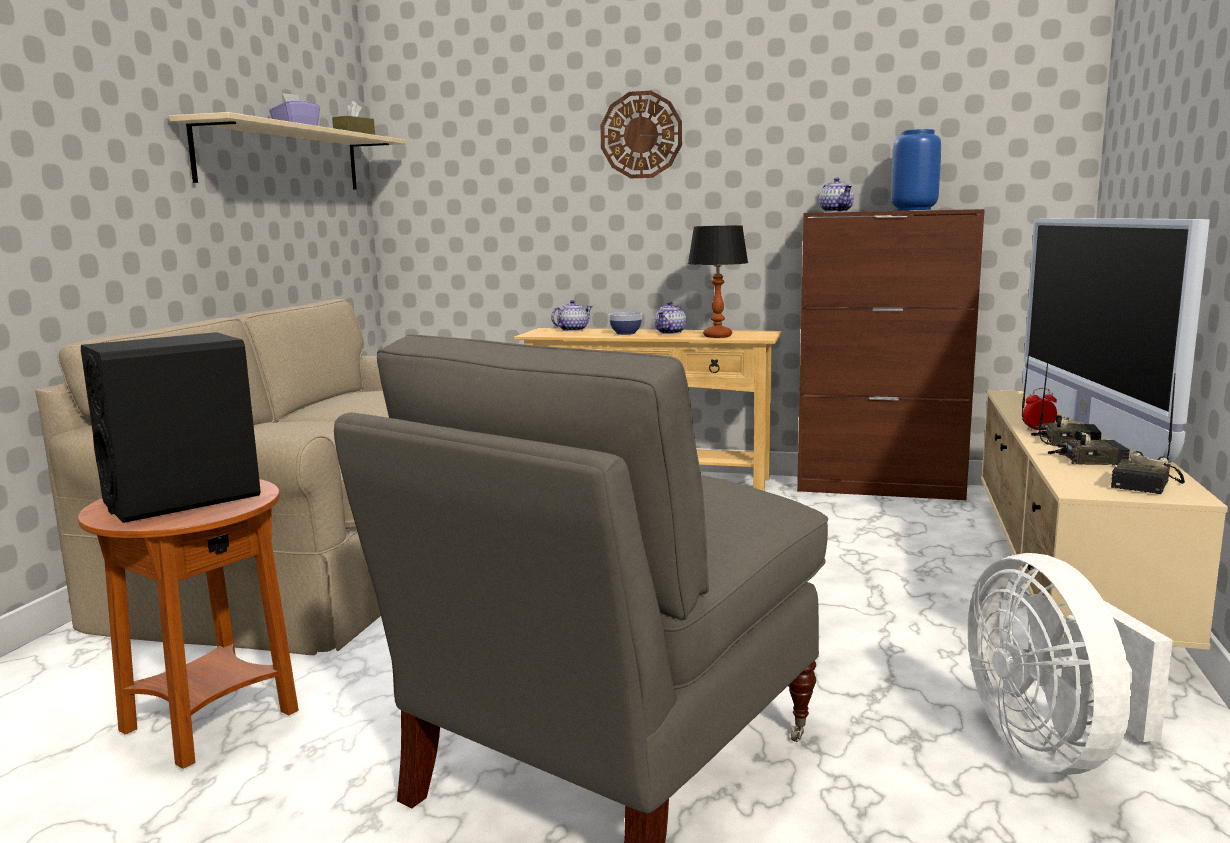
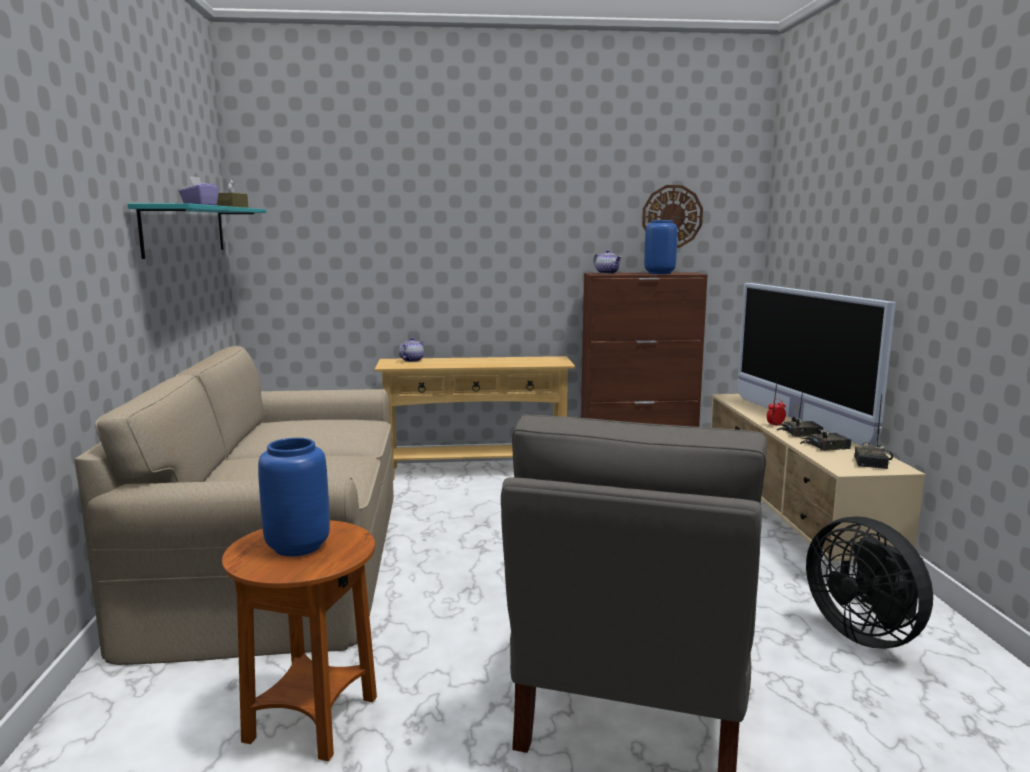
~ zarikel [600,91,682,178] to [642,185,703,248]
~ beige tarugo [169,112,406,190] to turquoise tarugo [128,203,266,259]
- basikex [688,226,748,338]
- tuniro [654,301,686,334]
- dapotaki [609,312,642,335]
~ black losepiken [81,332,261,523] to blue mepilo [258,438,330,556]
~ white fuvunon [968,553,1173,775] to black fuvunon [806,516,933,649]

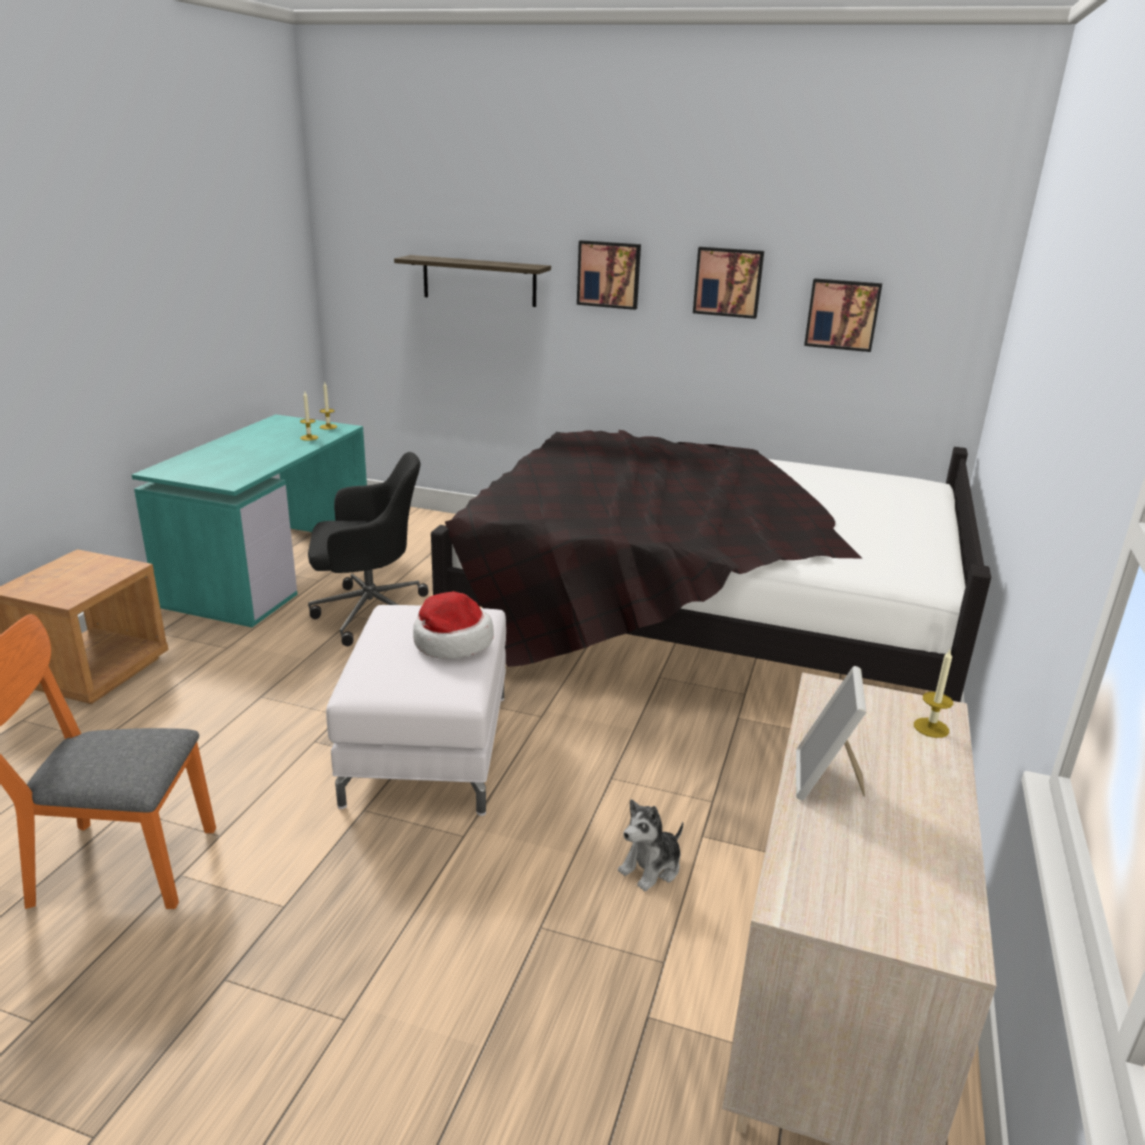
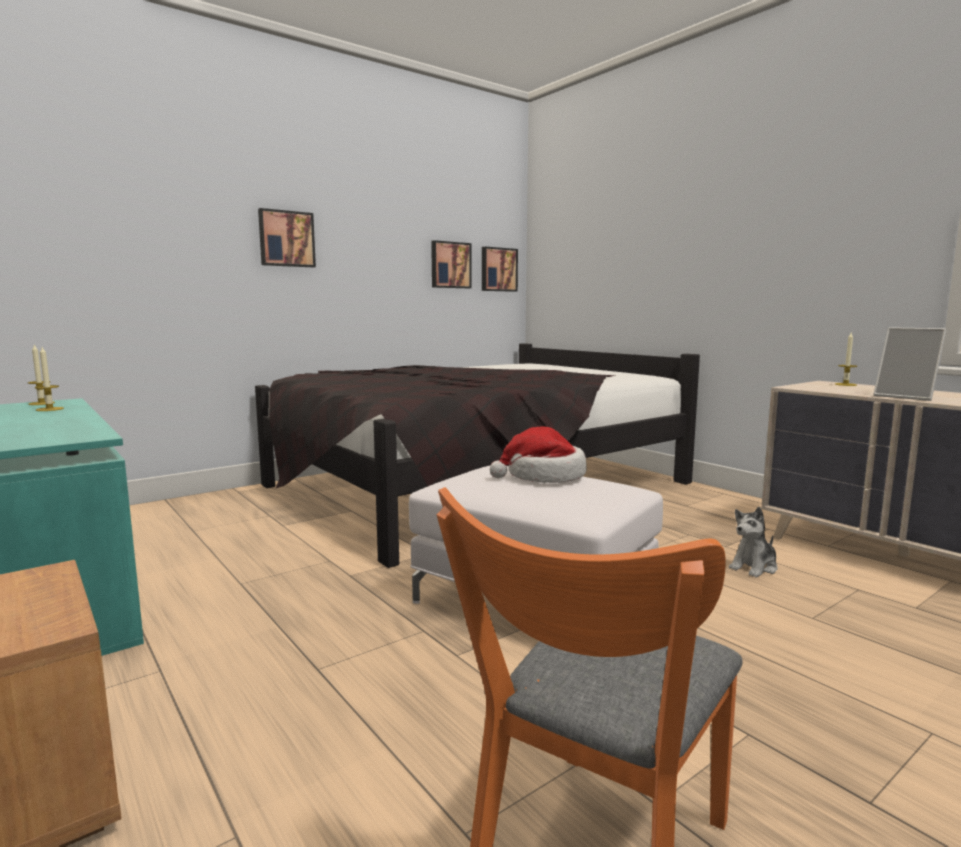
~ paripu [693,247,764,319] to [482,247,518,292]
- tarugo [394,255,551,307]
- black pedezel [308,452,428,646]
~ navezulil [618,799,683,891] = [729,507,778,577] 60 degrees clockwise

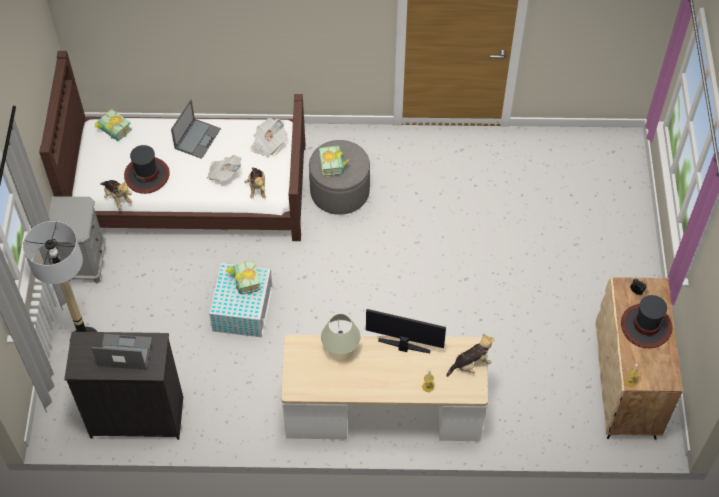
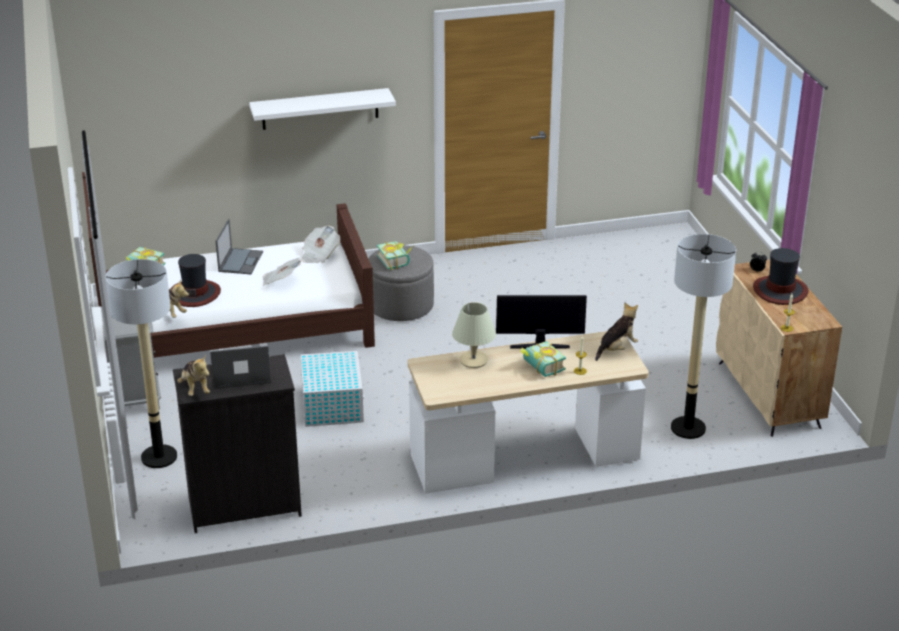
~ navezulil [245,168,266,198] to [177,355,210,396]
~ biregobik [226,260,261,294] to [520,341,566,377]
+ white tarugo [249,88,396,130]
+ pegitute [671,234,736,439]

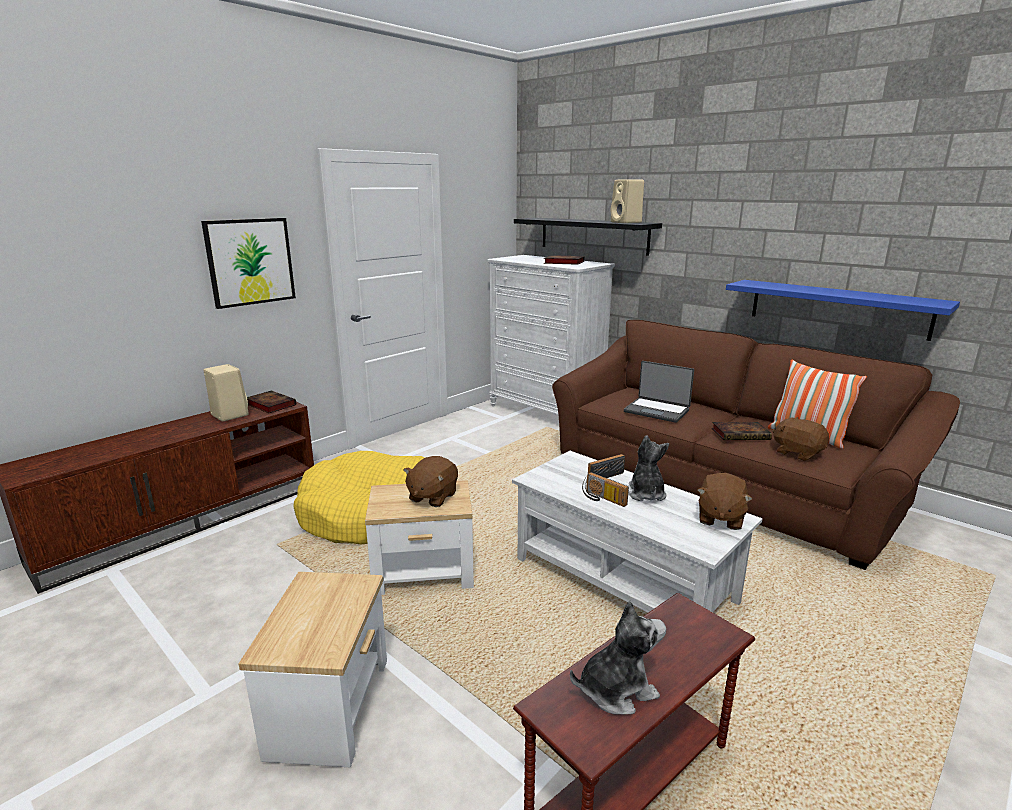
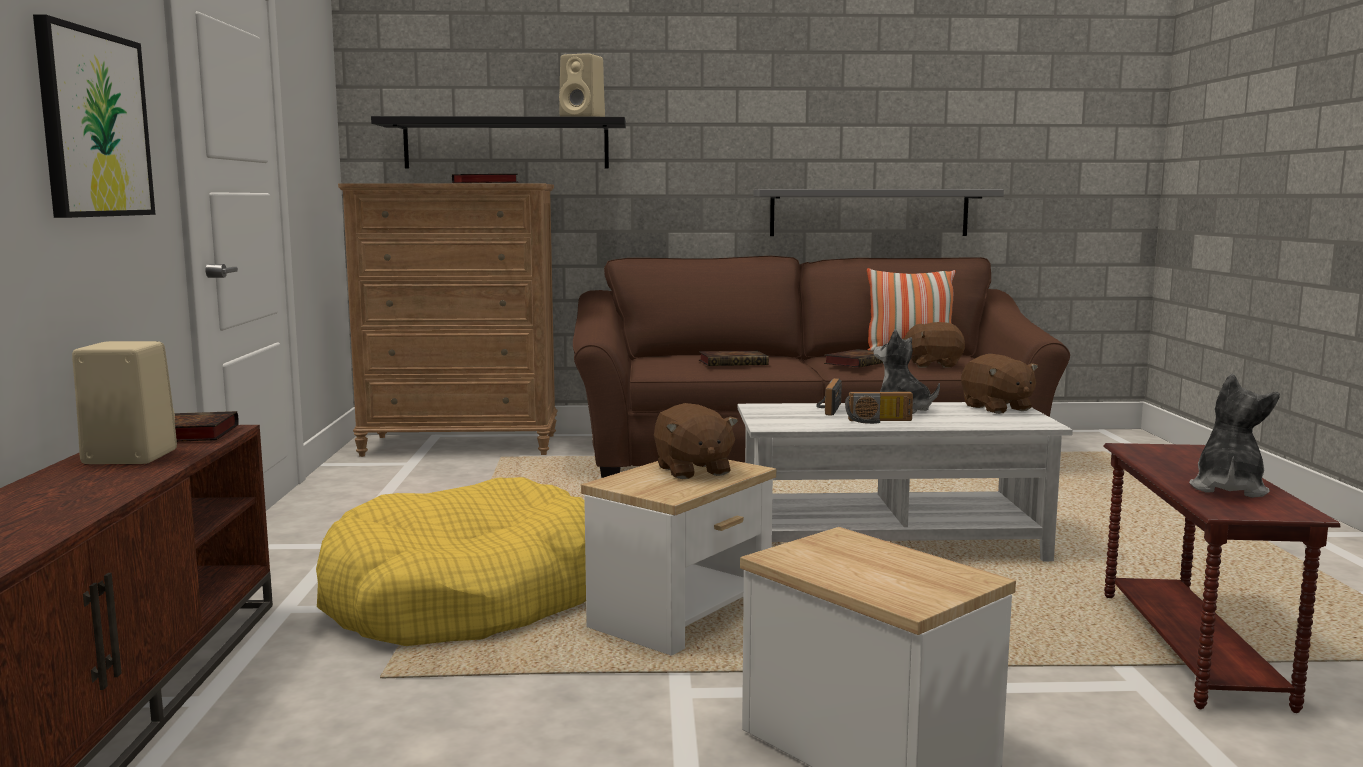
~ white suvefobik [487,255,615,415] to brown suvefobik [338,183,557,457]
~ blue tarugo [726,280,960,341] to grey tarugo [753,189,1004,236]
~ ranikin [624,361,694,423] to biregobik [699,351,769,366]

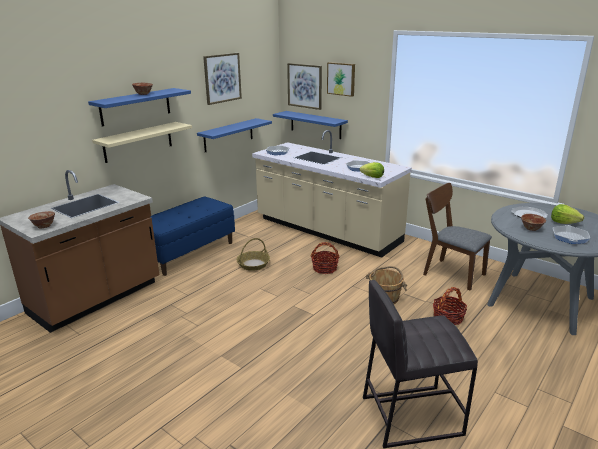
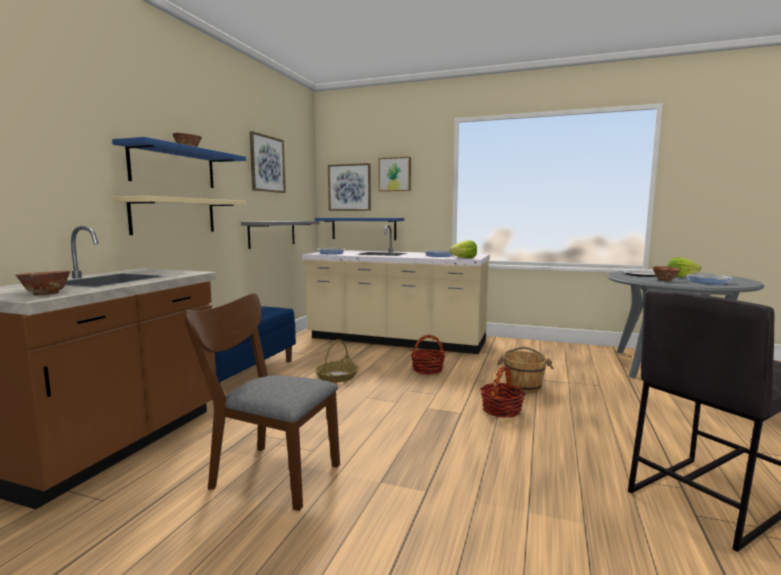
~ blue tarugo [197,118,272,152] to grey tarugo [241,221,320,249]
~ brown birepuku [423,183,492,290] to [184,293,340,511]
~ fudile [433,287,467,325] to [480,366,525,418]

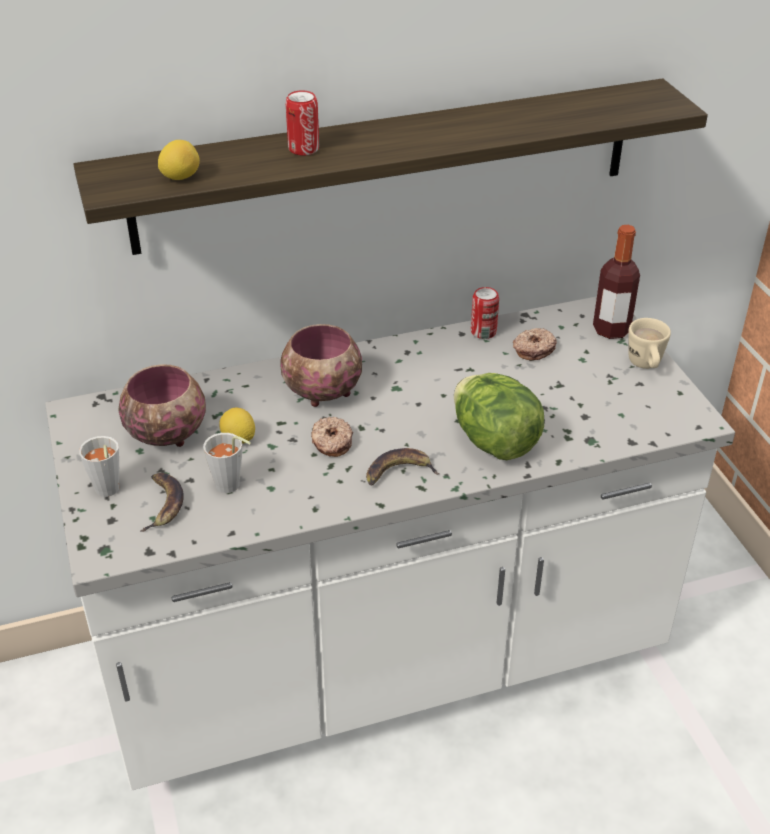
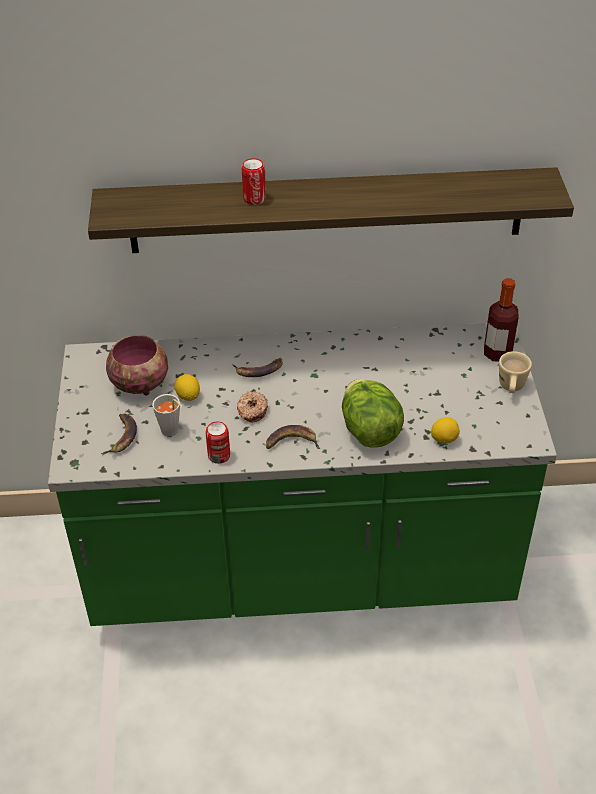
~ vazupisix [158,140,200,180] to [431,417,460,443]
~ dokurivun [471,287,499,339] to [206,421,230,464]
~ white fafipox [45,296,735,790] to green fafipox [48,323,557,626]
~ dapotaki [281,324,362,407] to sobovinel [232,358,283,377]
- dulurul [513,328,557,361]
- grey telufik [79,436,119,497]

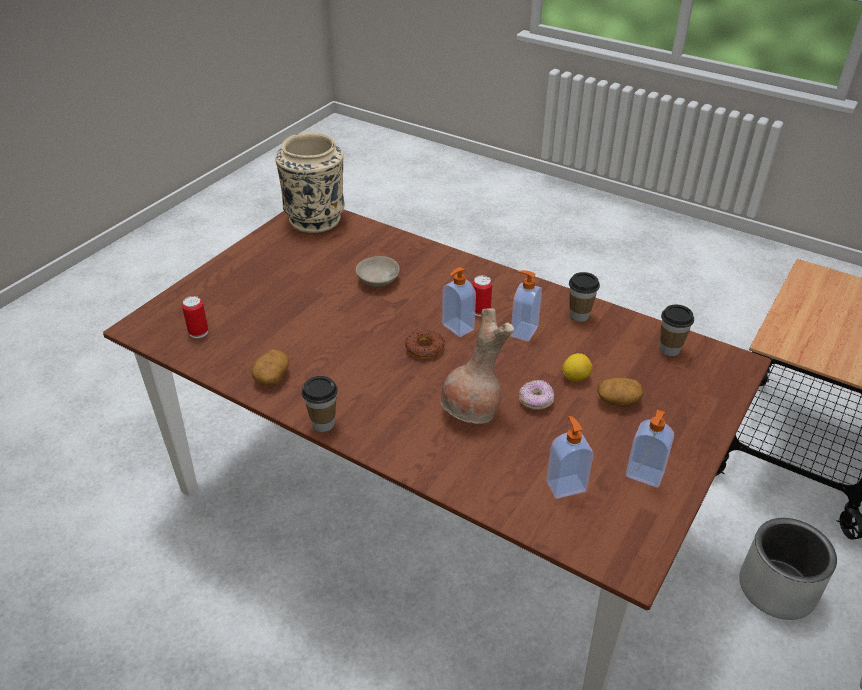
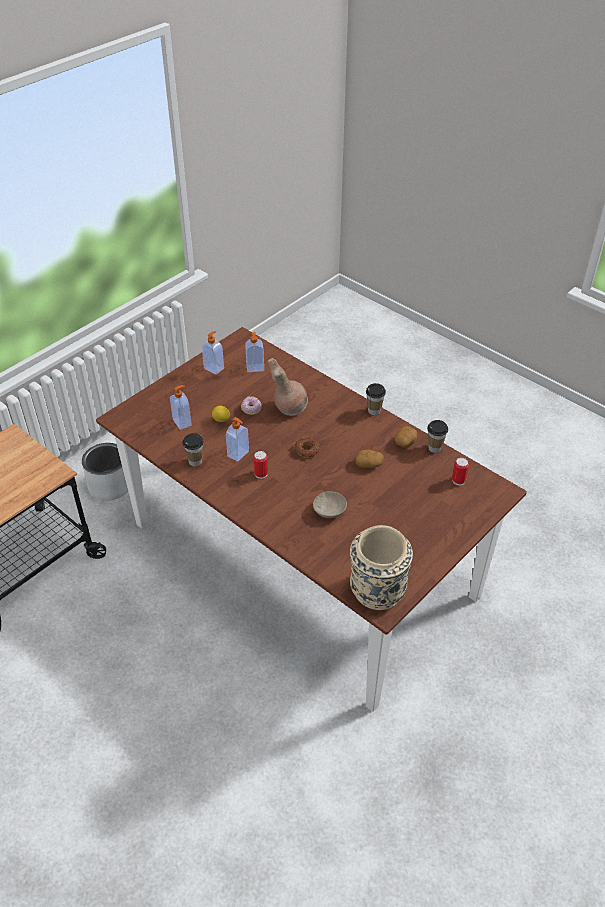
~ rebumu [442,267,476,337] to [170,385,192,430]
~ telufik [660,305,694,356] to [427,420,448,453]
~ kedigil [597,378,643,407] to [355,450,384,468]

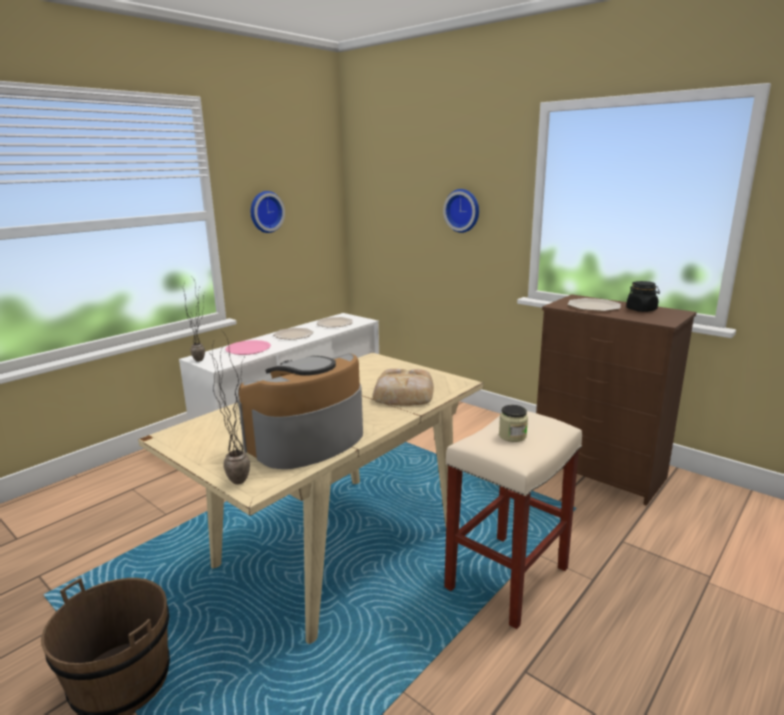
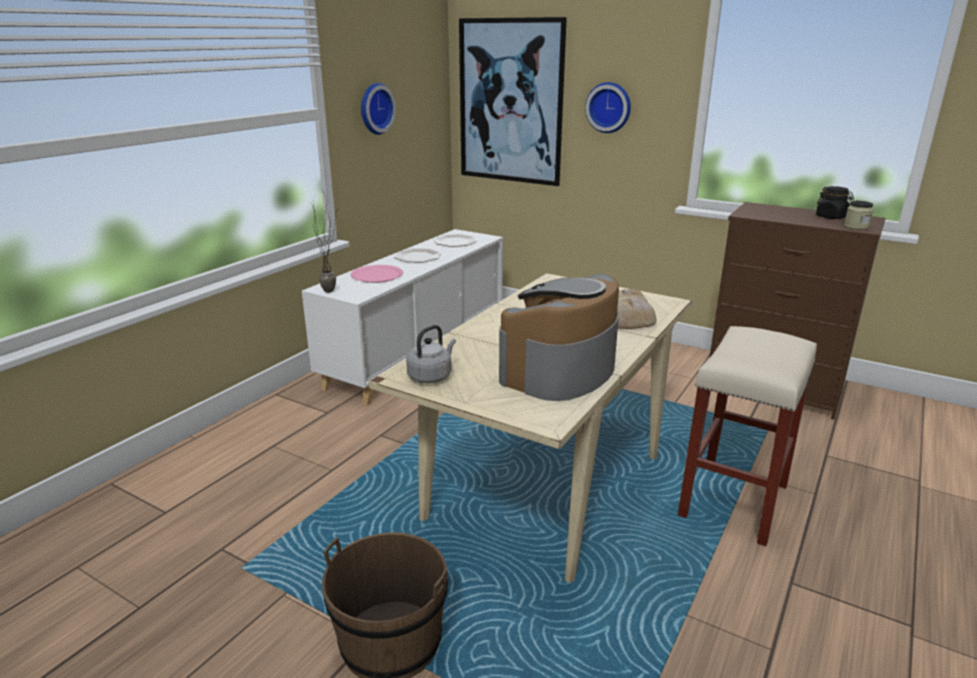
- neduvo [568,298,621,311]
- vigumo [211,329,250,485]
~ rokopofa [499,405,528,442] to [844,201,873,230]
+ paripu [459,17,567,186]
+ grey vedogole [406,325,456,383]

